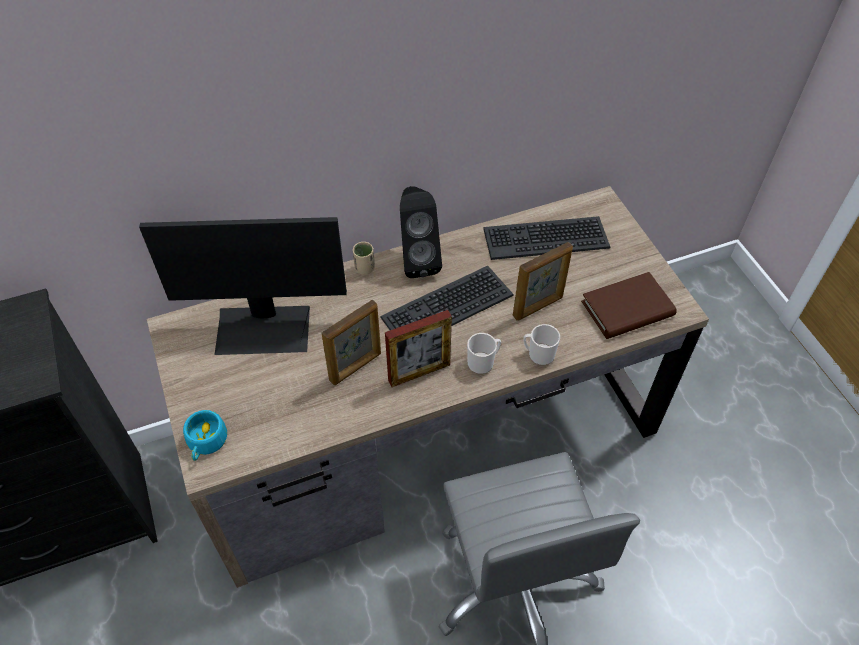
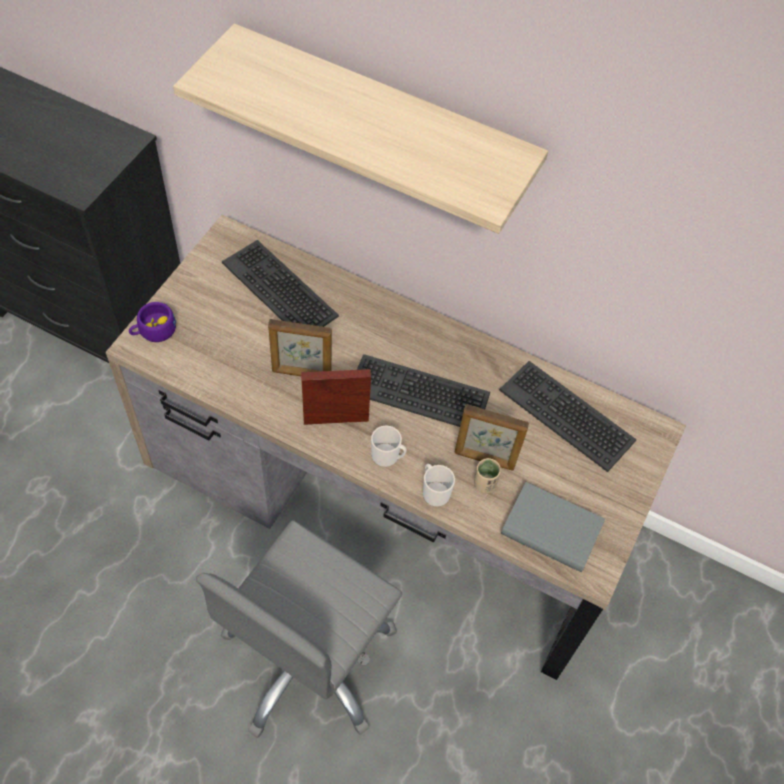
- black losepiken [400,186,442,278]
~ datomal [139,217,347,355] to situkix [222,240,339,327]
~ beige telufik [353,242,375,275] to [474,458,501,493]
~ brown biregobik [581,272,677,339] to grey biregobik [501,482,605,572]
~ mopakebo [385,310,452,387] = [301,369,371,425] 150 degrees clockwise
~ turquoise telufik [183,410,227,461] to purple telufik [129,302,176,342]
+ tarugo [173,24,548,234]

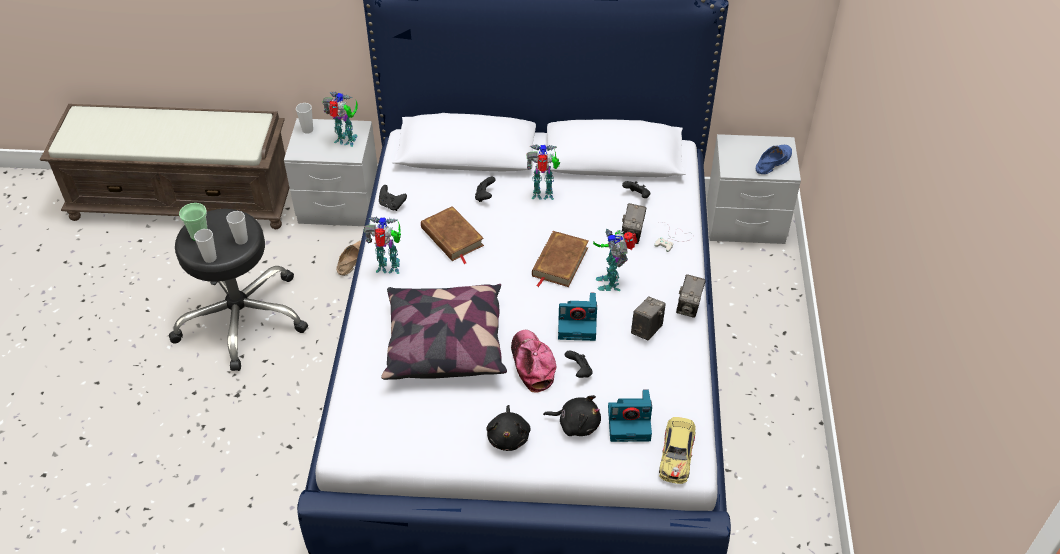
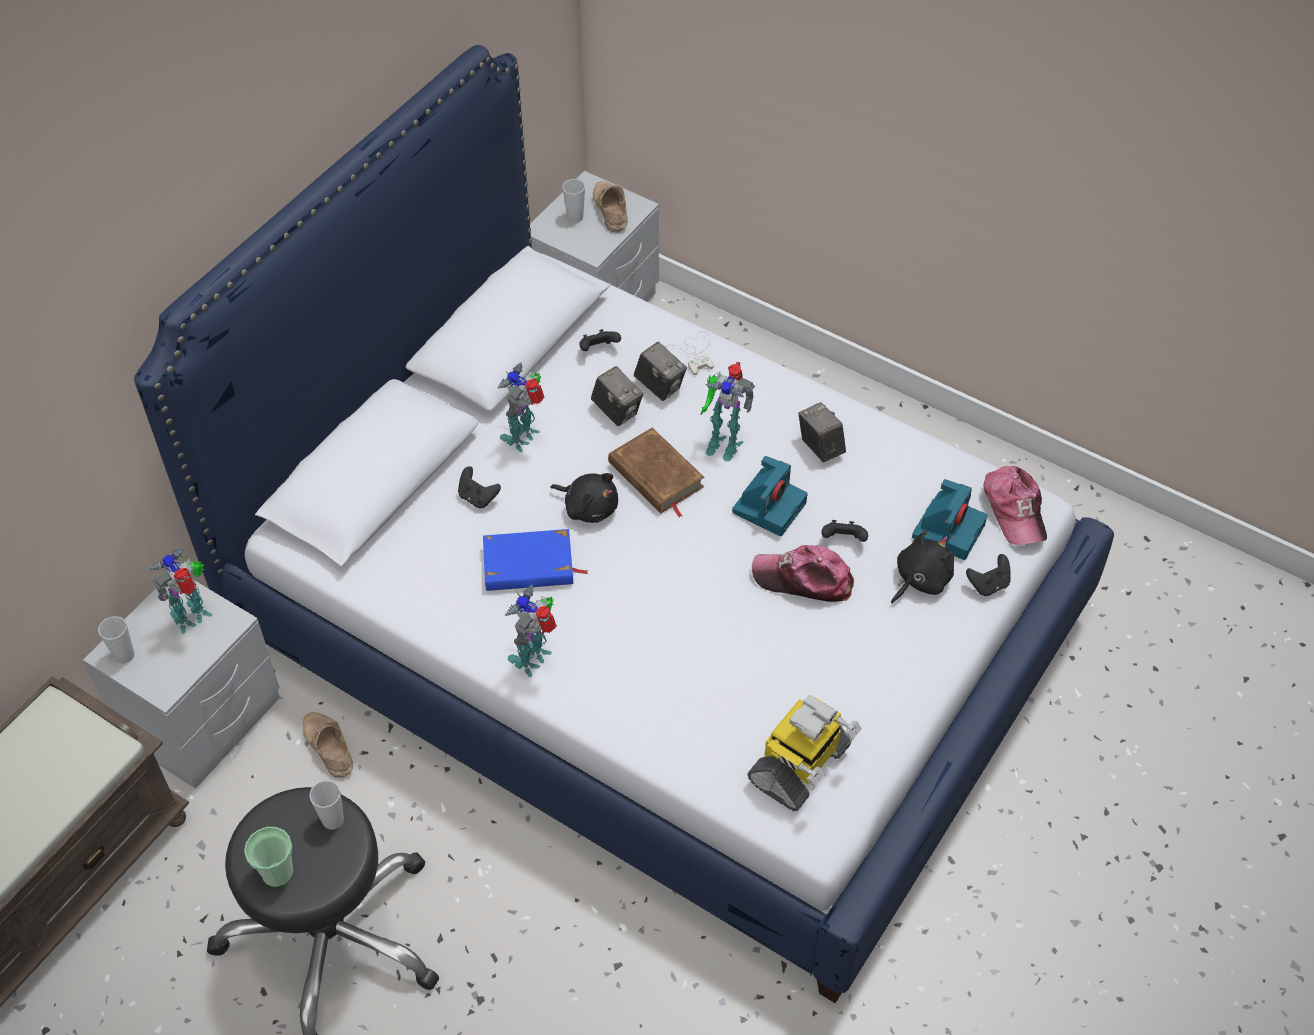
~ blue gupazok [756,145,792,174] to beige gupazok [593,181,628,232]
~ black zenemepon [379,185,407,211] to [966,554,1011,596]
~ brown biregobik [421,206,484,264] to blue biregobik [483,529,589,591]
~ telufik [194,229,217,263] to [562,179,585,223]
~ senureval [676,274,706,318] to [591,366,643,426]
- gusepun [381,284,507,380]
~ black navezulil [486,405,531,451] to [551,473,618,523]
~ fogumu [659,417,696,484] to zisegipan [983,466,1047,545]
+ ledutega [748,694,862,811]

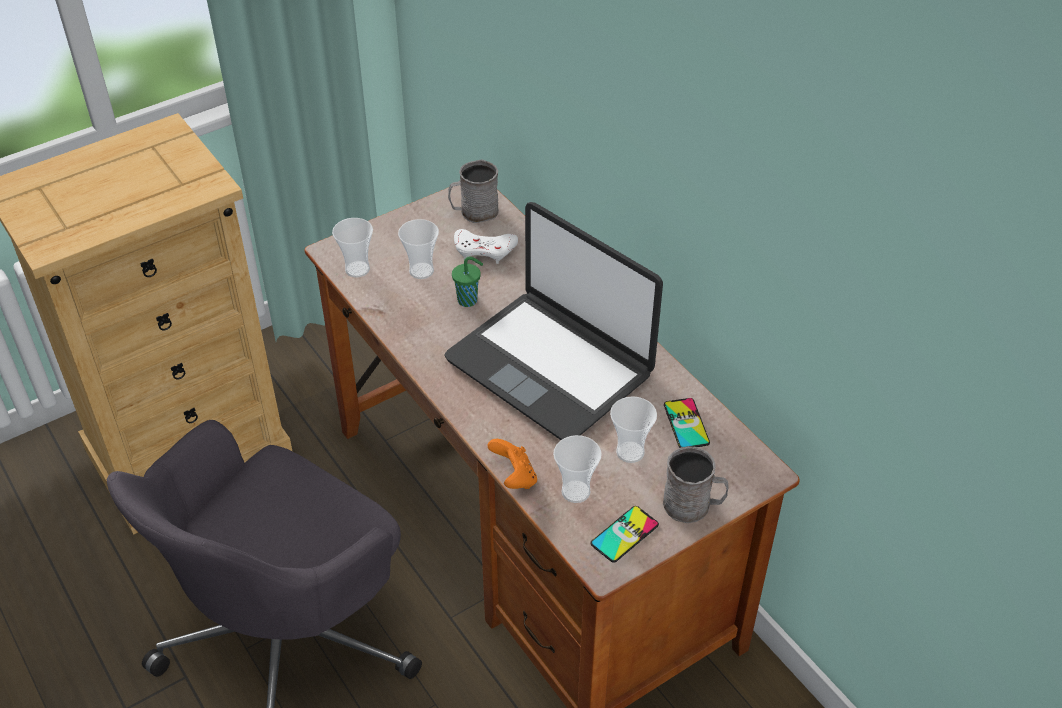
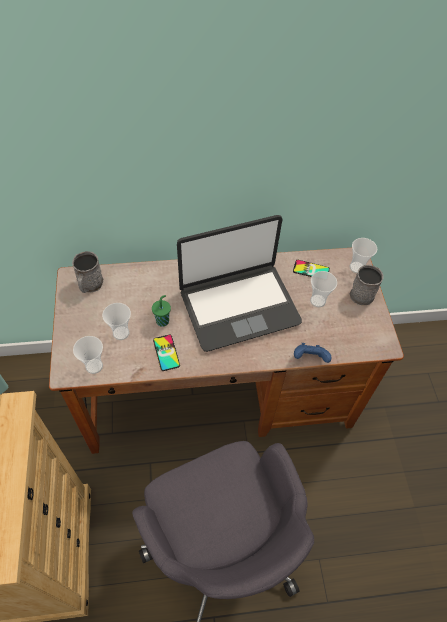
- white zenemepon [454,229,518,264]
~ telufik [553,435,602,503] to [349,238,377,273]
~ orange zenemepon [488,439,537,489] to blue zenemepon [294,343,331,363]
~ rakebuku [590,506,659,563] to [153,335,180,371]

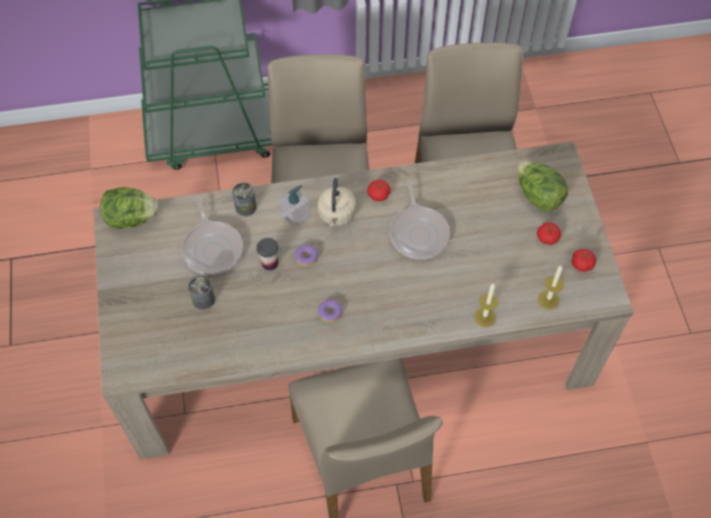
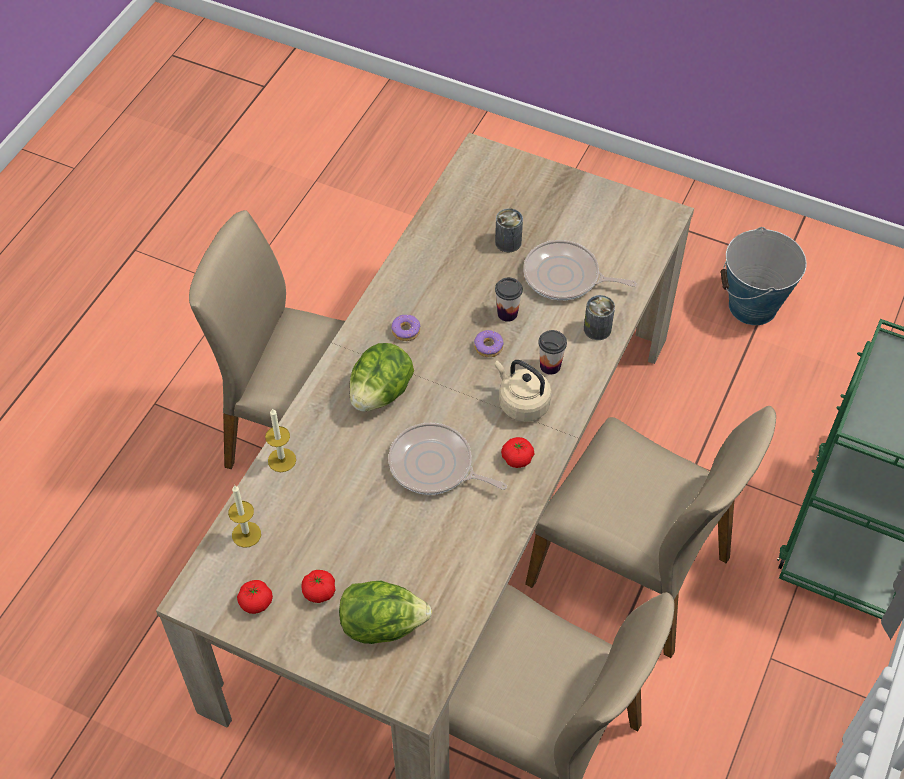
~ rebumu [280,185,310,228] to telufik [538,330,567,375]
~ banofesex [100,187,159,229] to [350,343,414,411]
+ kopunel [720,227,807,325]

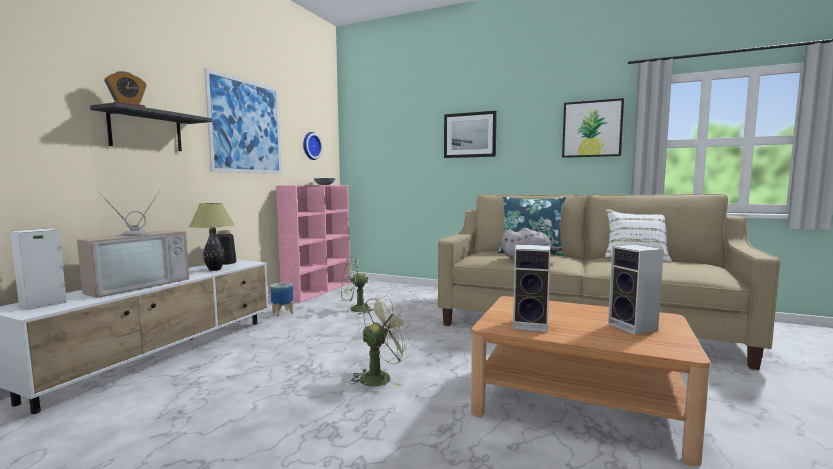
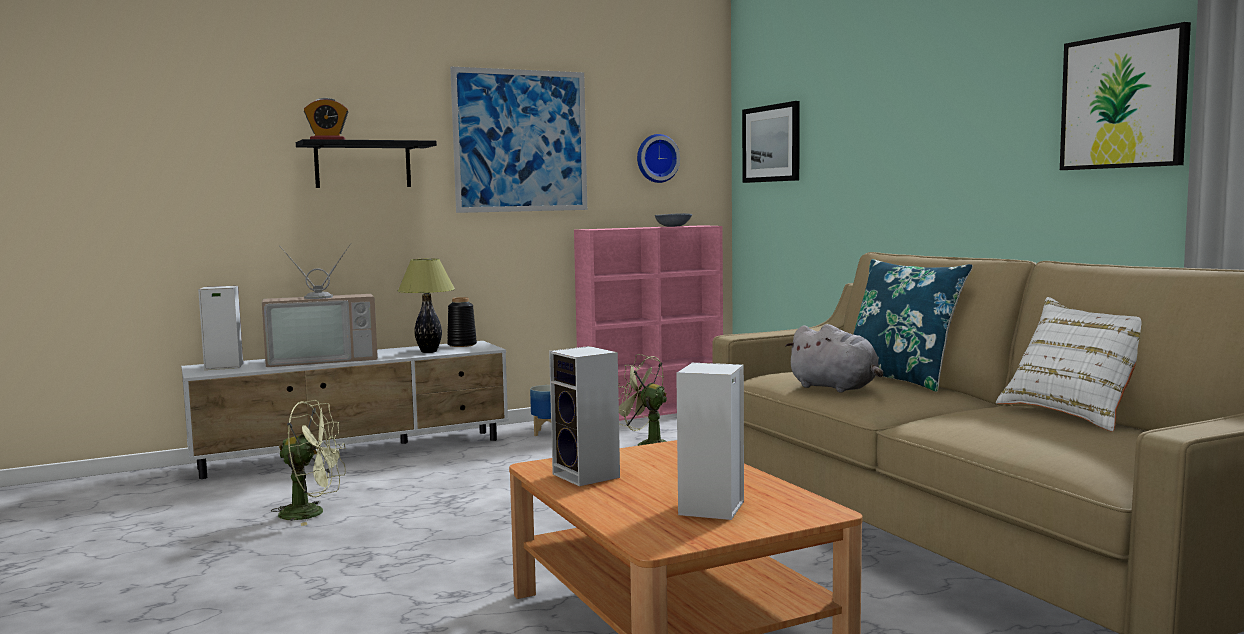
~ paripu [444,111,497,158] to [742,101,800,183]
~ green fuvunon [349,295,413,386] to [271,400,346,526]

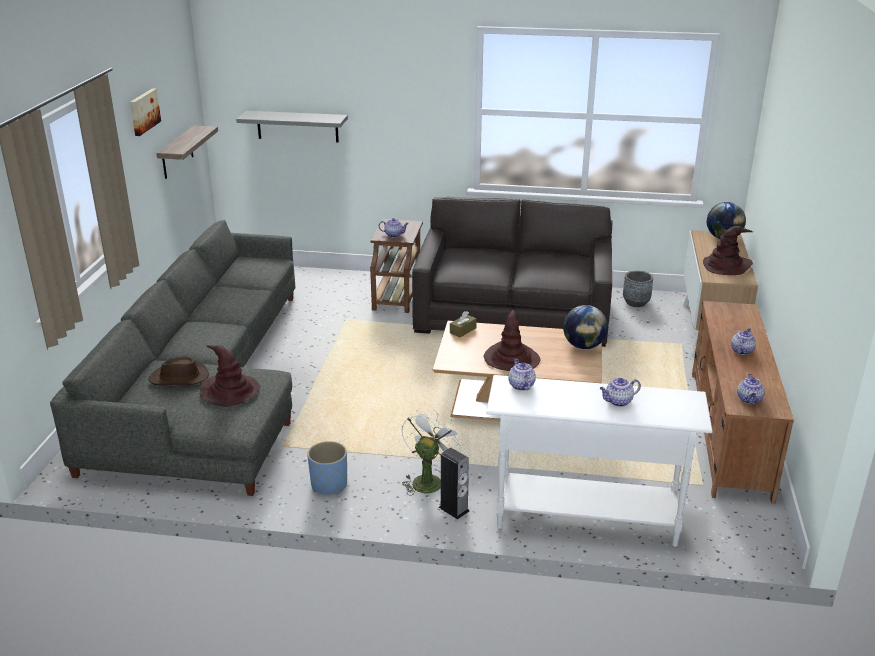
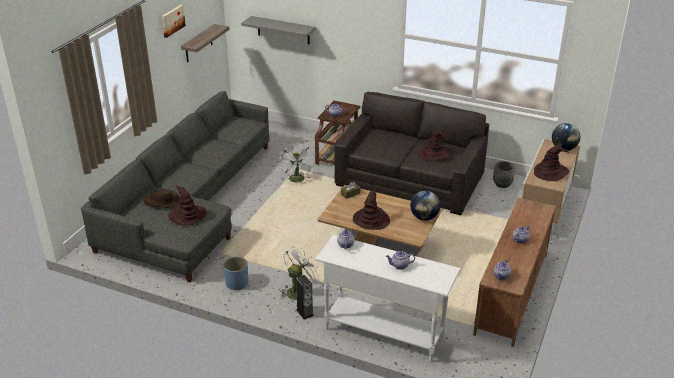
+ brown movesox [418,130,452,162]
+ white fuvunon [279,144,314,182]

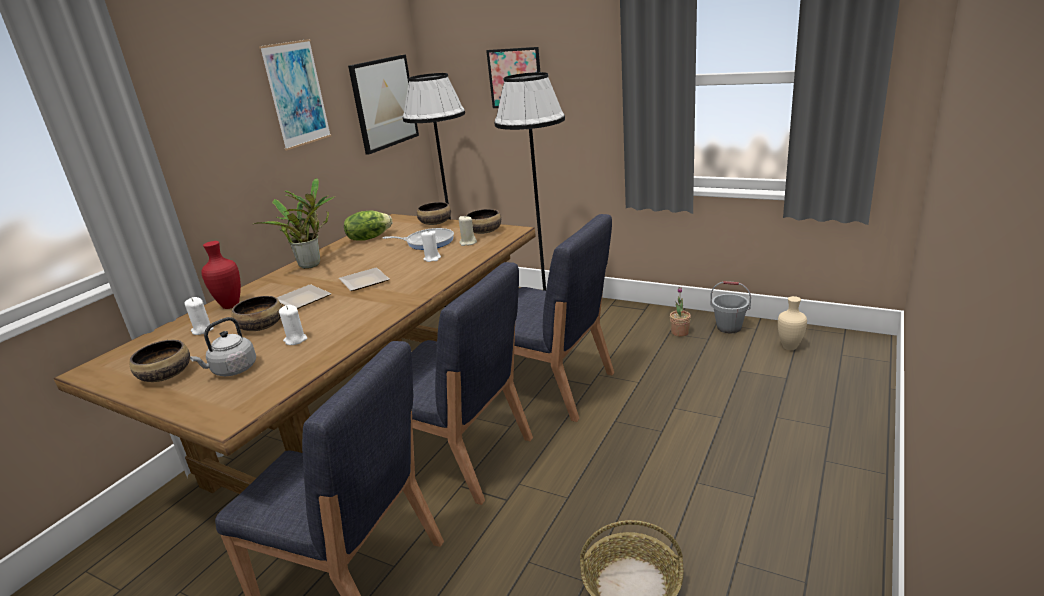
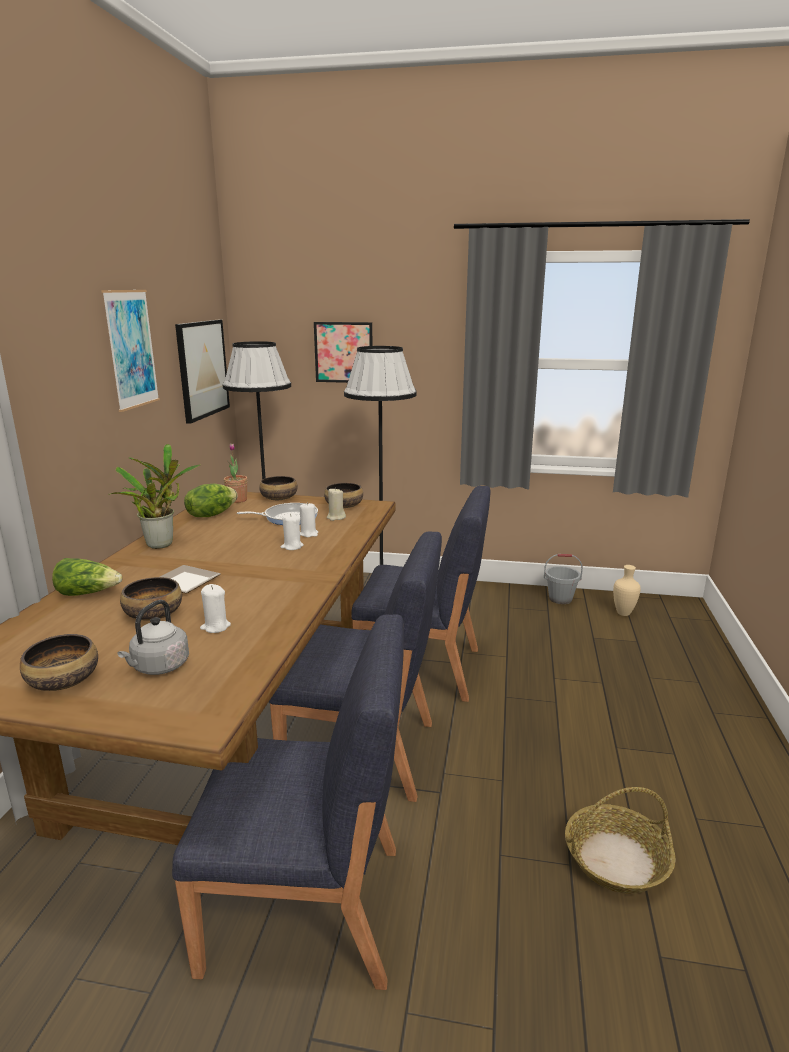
~ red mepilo [201,241,241,309] to banofesex [52,558,122,596]
- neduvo [339,268,389,291]
~ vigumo [670,287,691,337] to [224,443,247,503]
~ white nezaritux [185,297,213,335] to [281,513,304,550]

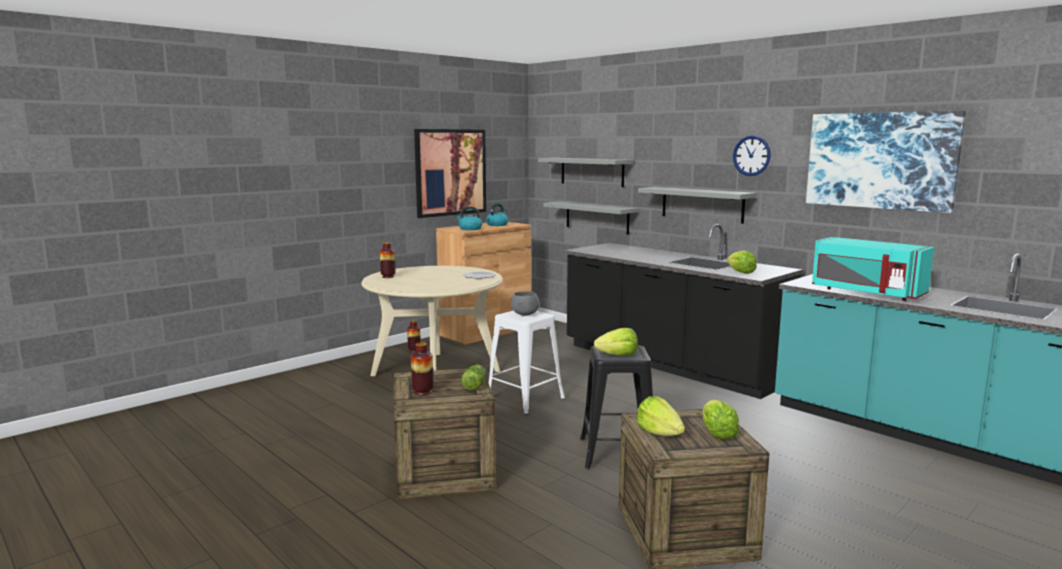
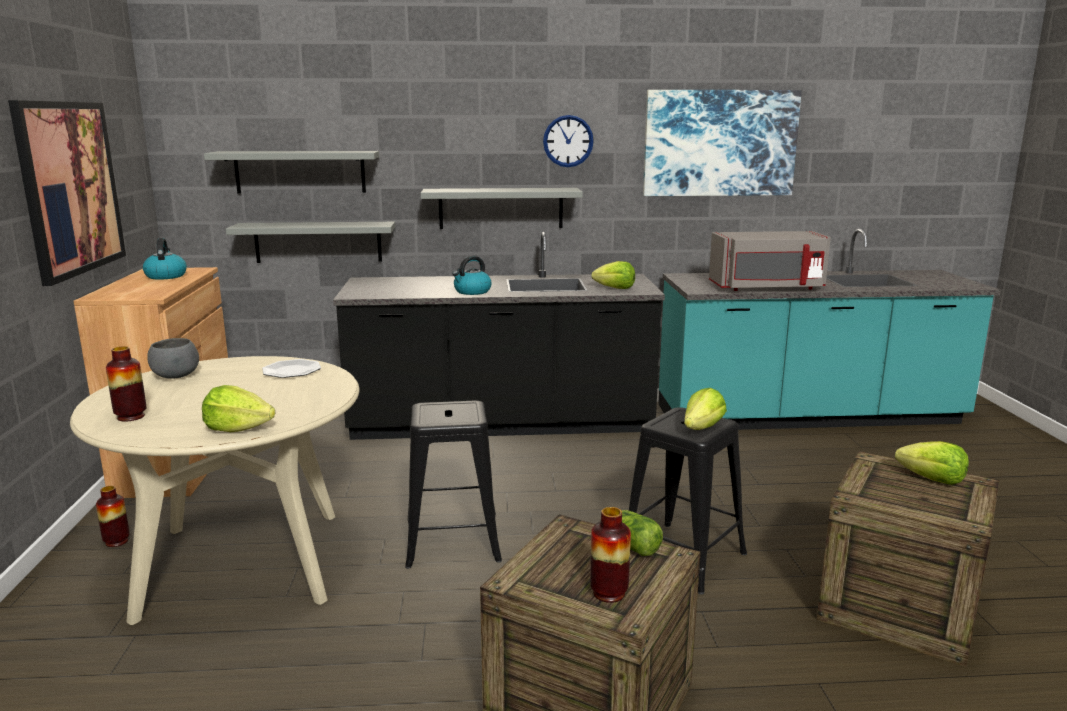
~ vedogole [455,206,482,230] to [452,256,492,295]
~ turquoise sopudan [812,237,934,301] to grey sopudan [709,231,831,291]
~ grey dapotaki [511,291,540,315] to [147,338,199,379]
~ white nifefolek [489,311,565,415] to black nifefolek [405,400,502,569]
~ banofesex [637,396,685,436] to [202,385,275,432]

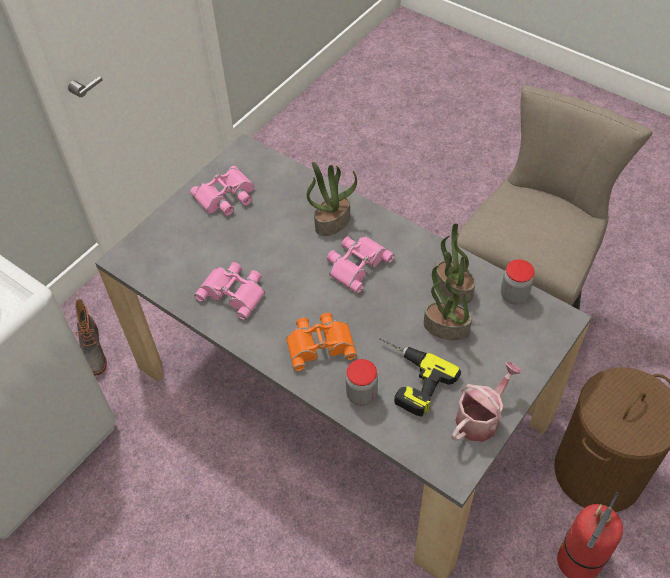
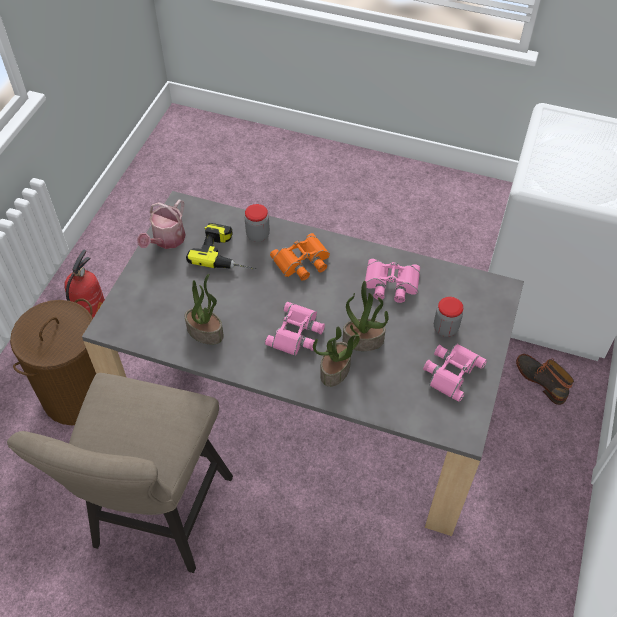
~ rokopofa [501,260,534,305] to [434,297,463,337]
~ vigumo [424,266,472,340] to [343,281,389,351]

